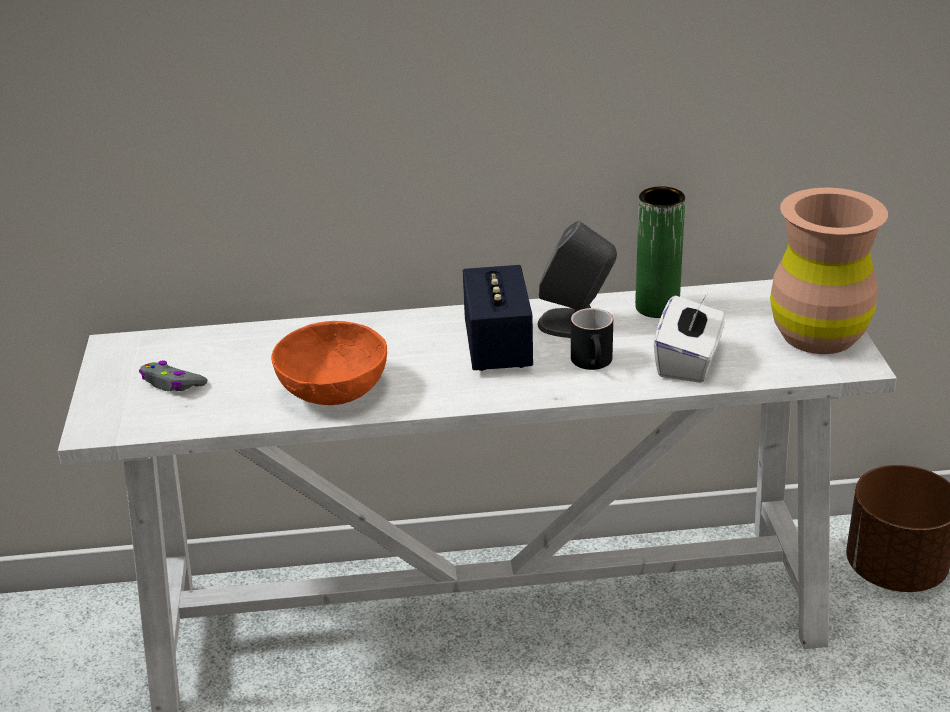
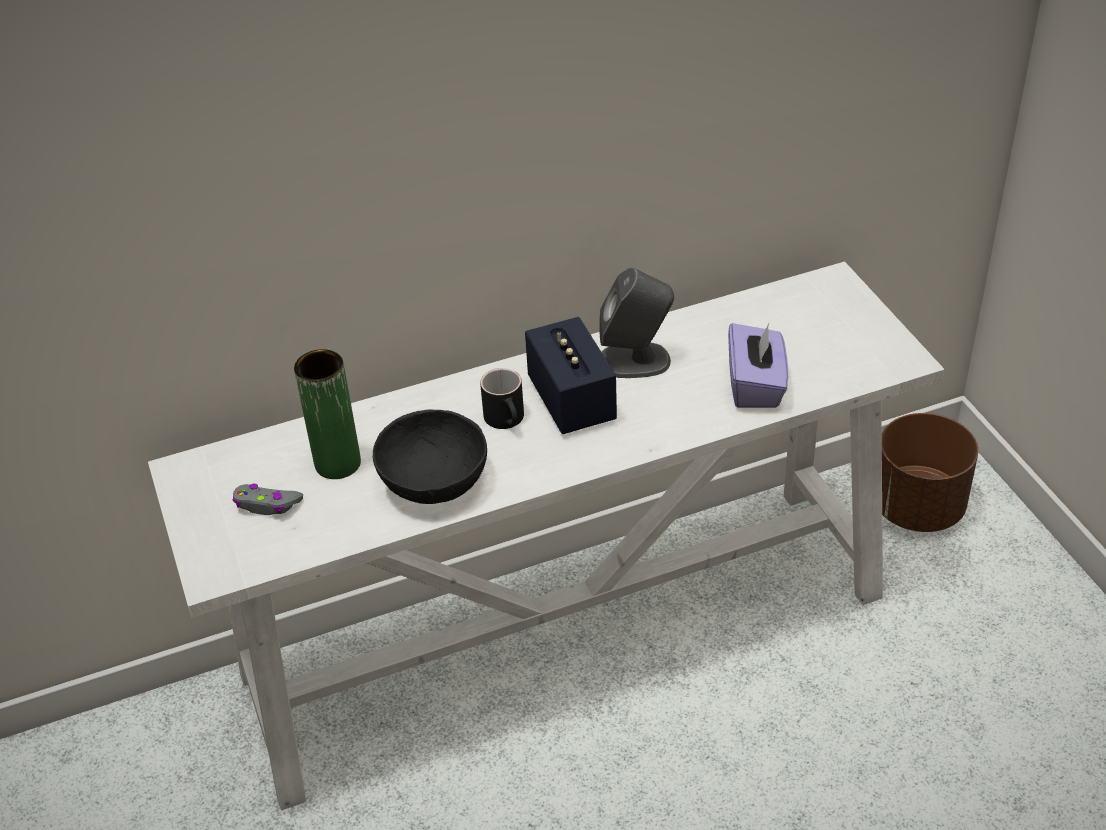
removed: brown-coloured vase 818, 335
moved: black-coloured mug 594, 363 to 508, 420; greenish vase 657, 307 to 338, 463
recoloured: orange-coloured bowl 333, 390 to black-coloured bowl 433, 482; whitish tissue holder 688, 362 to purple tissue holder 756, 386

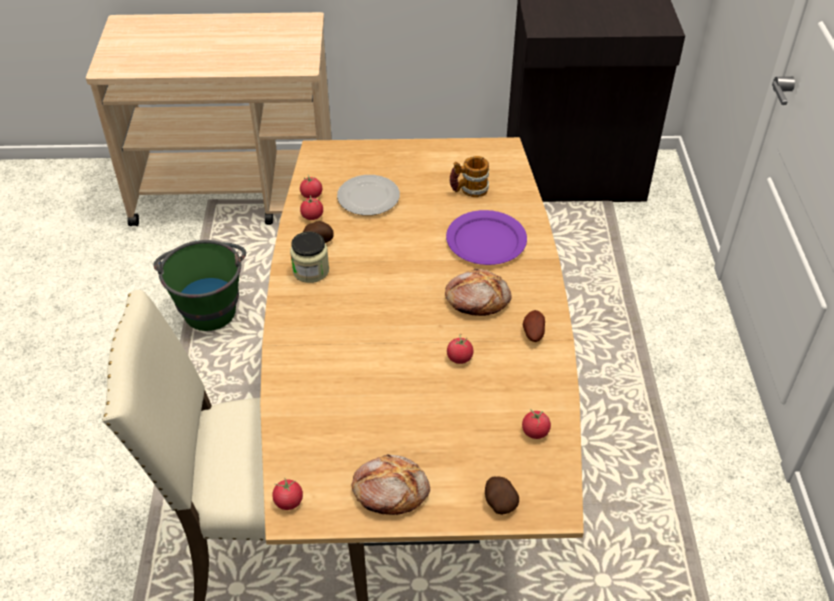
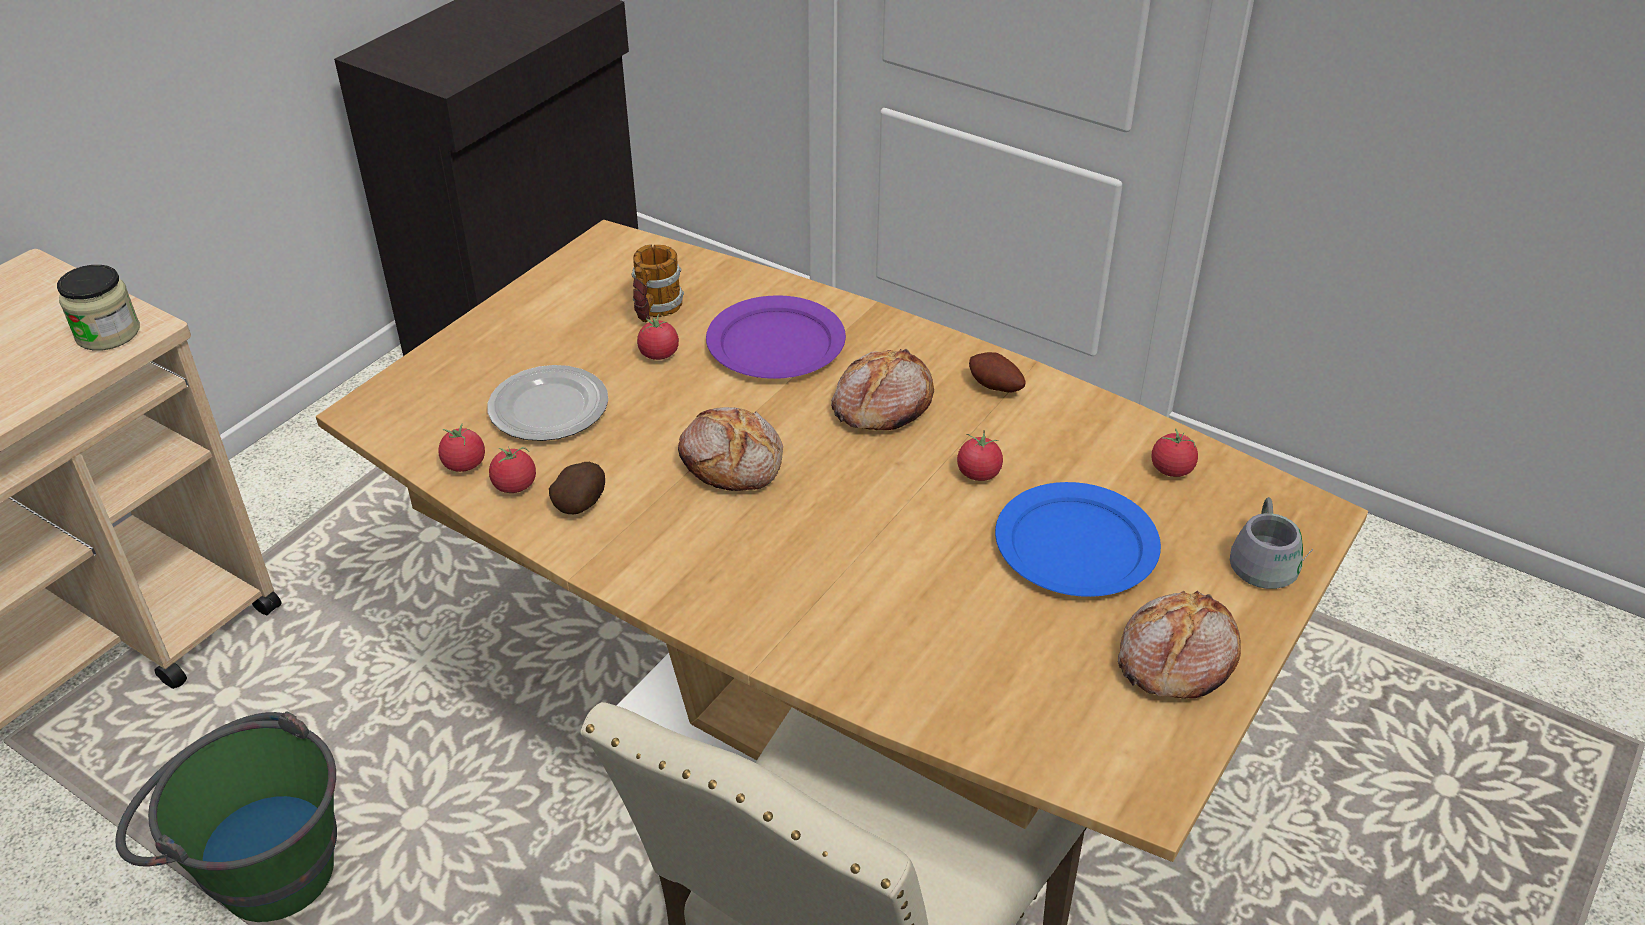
added: bakery bread 733, 461; blue plate 1075, 546
moved: tomato 288, 501 to 659, 354; jar 311, 271 to 108, 333
replaced: whole potato 499, 502 to gray mug 1270, 560

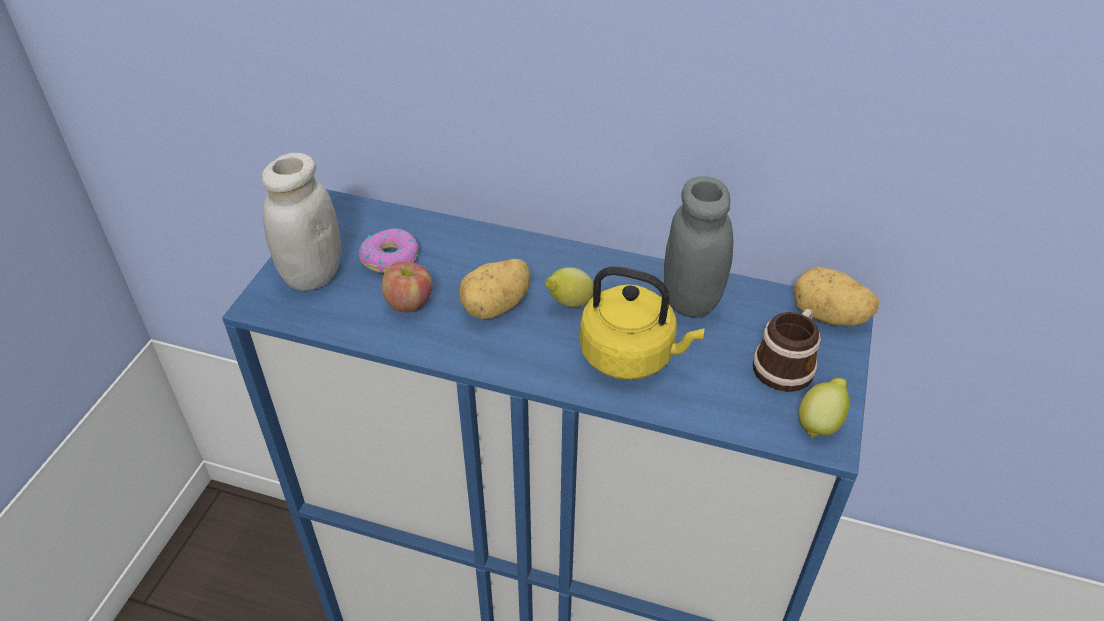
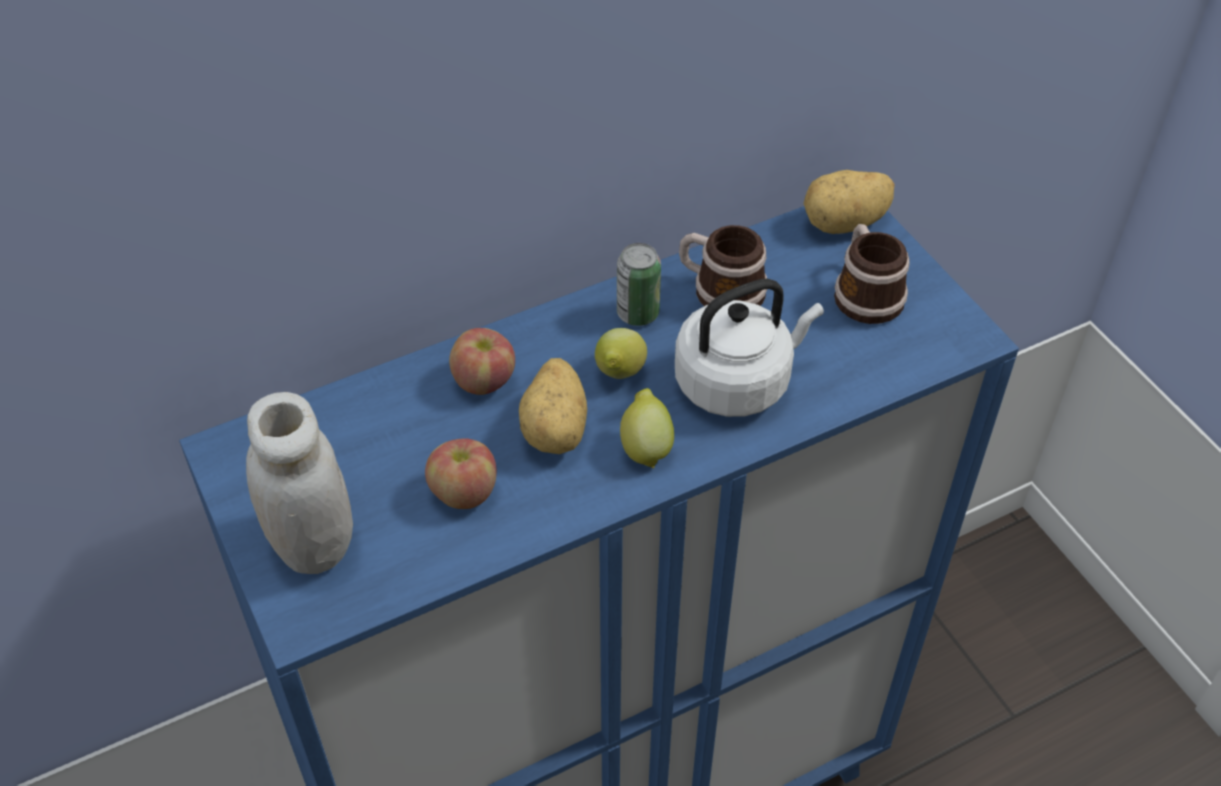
removed: donut 390, 258
added: apple fruit 484, 380; metal can 637, 313
moved: citrus fruit 820, 423 to 646, 447
replaced: gray jar 691, 300 to mug 720, 289
recoloured: yellow-coloured water kettle 631, 356 to whitish water kettle 738, 381

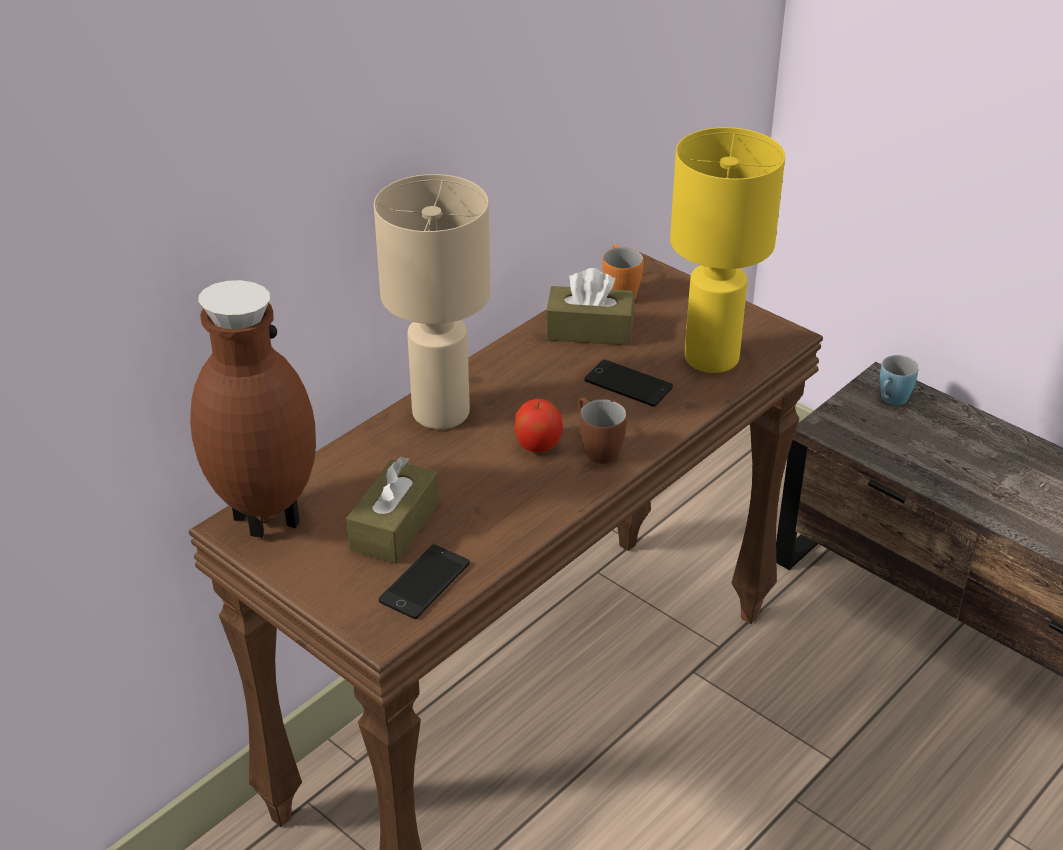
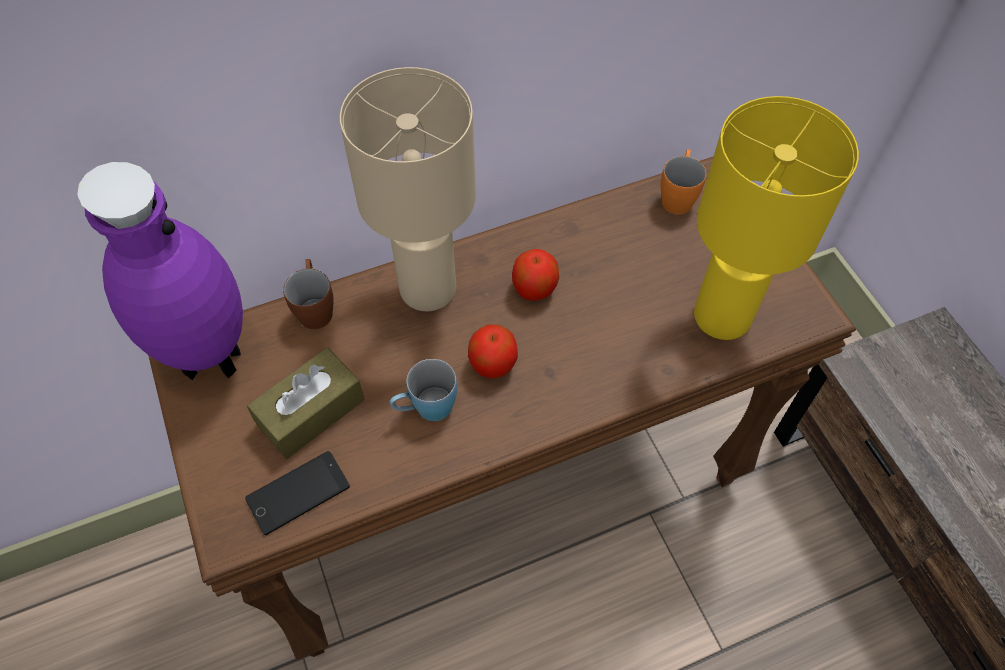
removed: brown-coloured tissue holder 589, 330; handset 628, 384
added: apple fruit 534, 289
moved: brown-coloured mug 596, 448 to 315, 307; blue mug 891, 400 to 426, 409
recoloured: brown-coloured vase 265, 522 to purple vase 208, 360

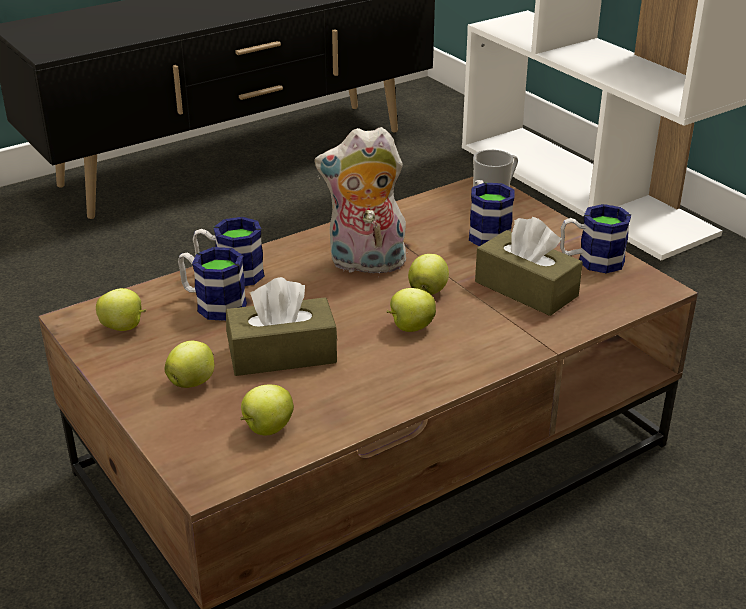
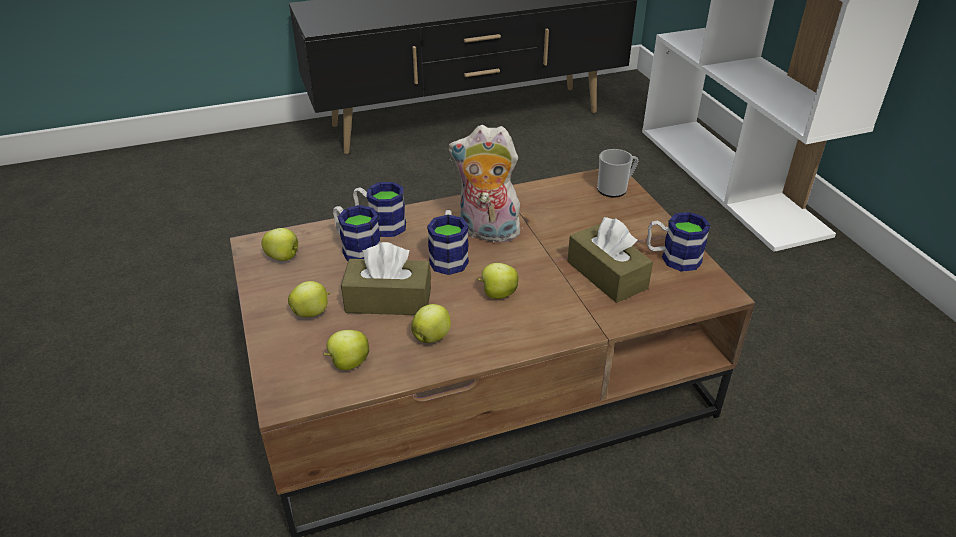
moved: apple fruit 427, 292 to 432, 337; mug 486, 232 to 448, 257

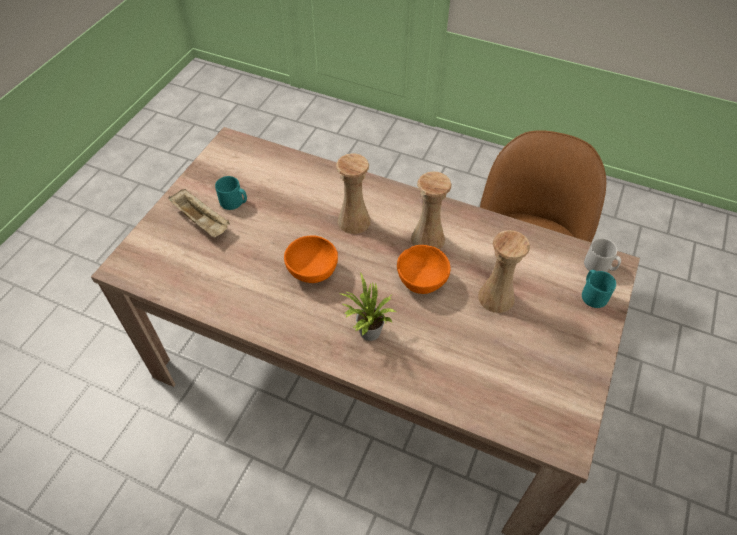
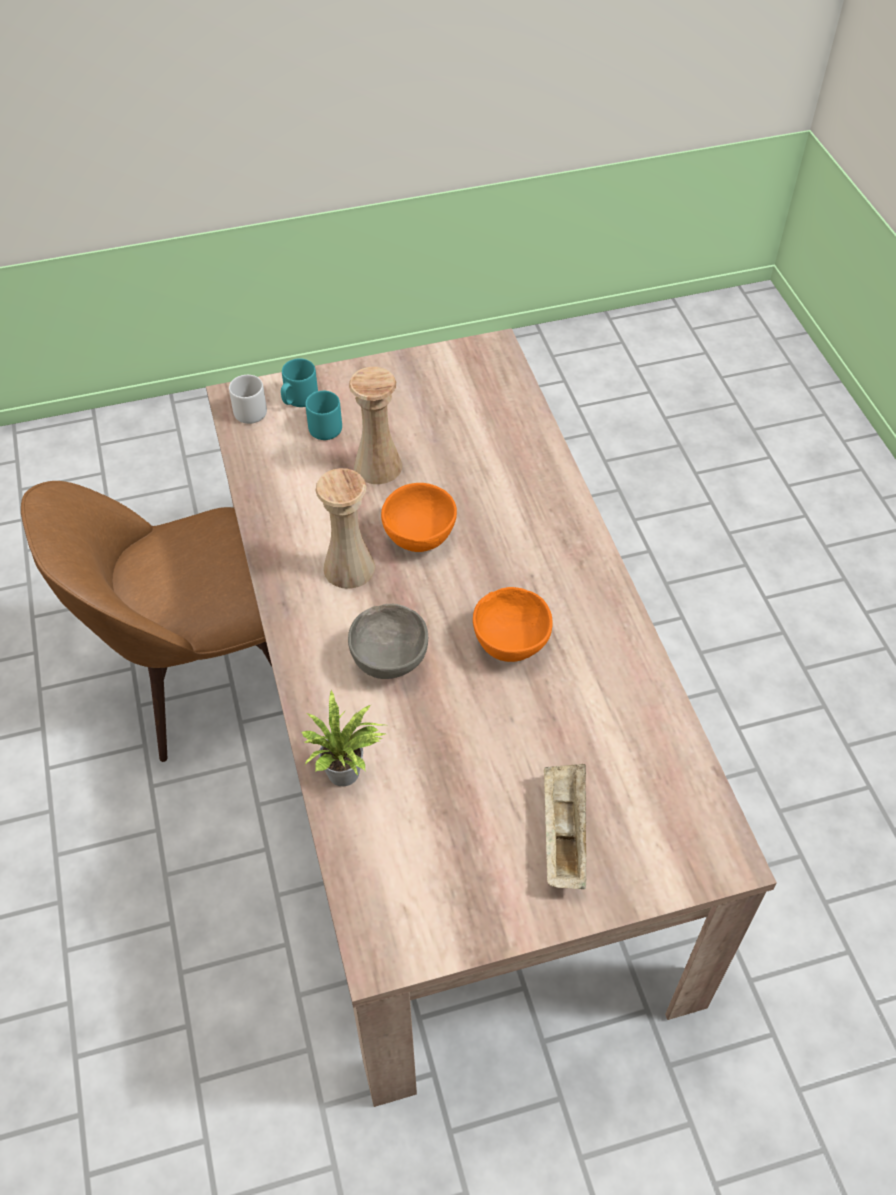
moved: blue-green mug 234, 202 to 324, 425; potted plant 367, 333 to 347, 774
replaced: beige-coloured vase 354, 221 to gray bowl 390, 659

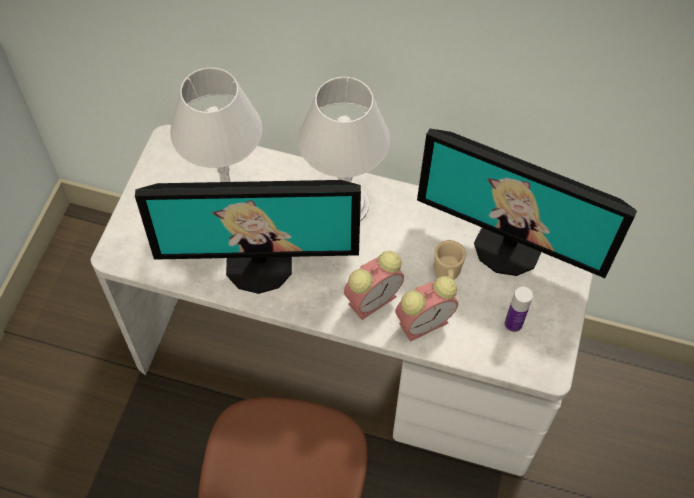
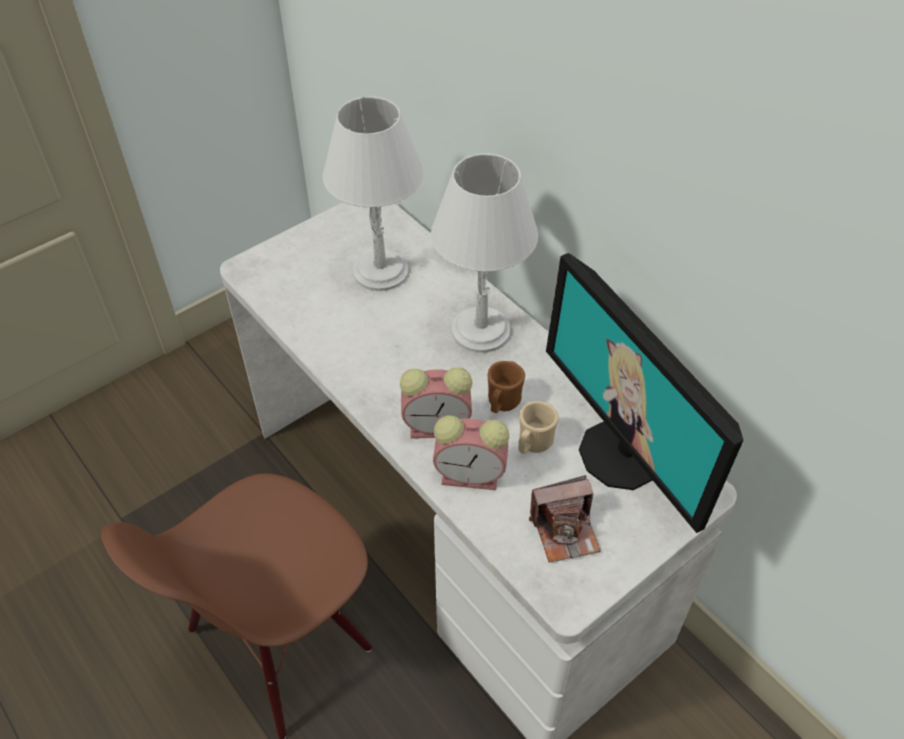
removed: computer display 259, 264
added: brown-coloured mug 502, 404
replaced: drink bottle 513, 324 to still camera 565, 531

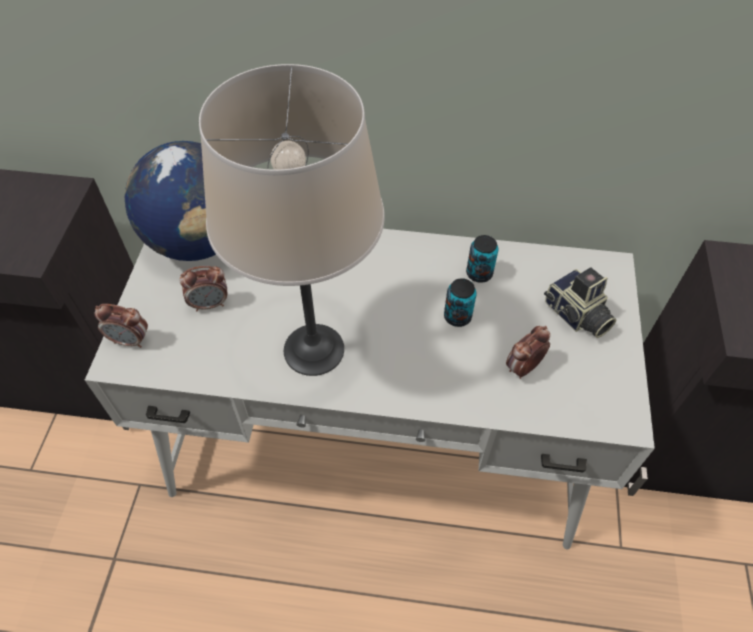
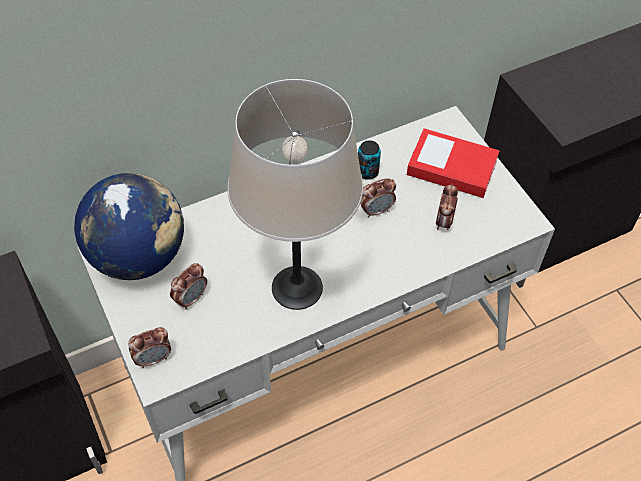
replaced: metal can 457, 317 to table clock 376, 210; still camera 576, 316 to bound book 451, 169

